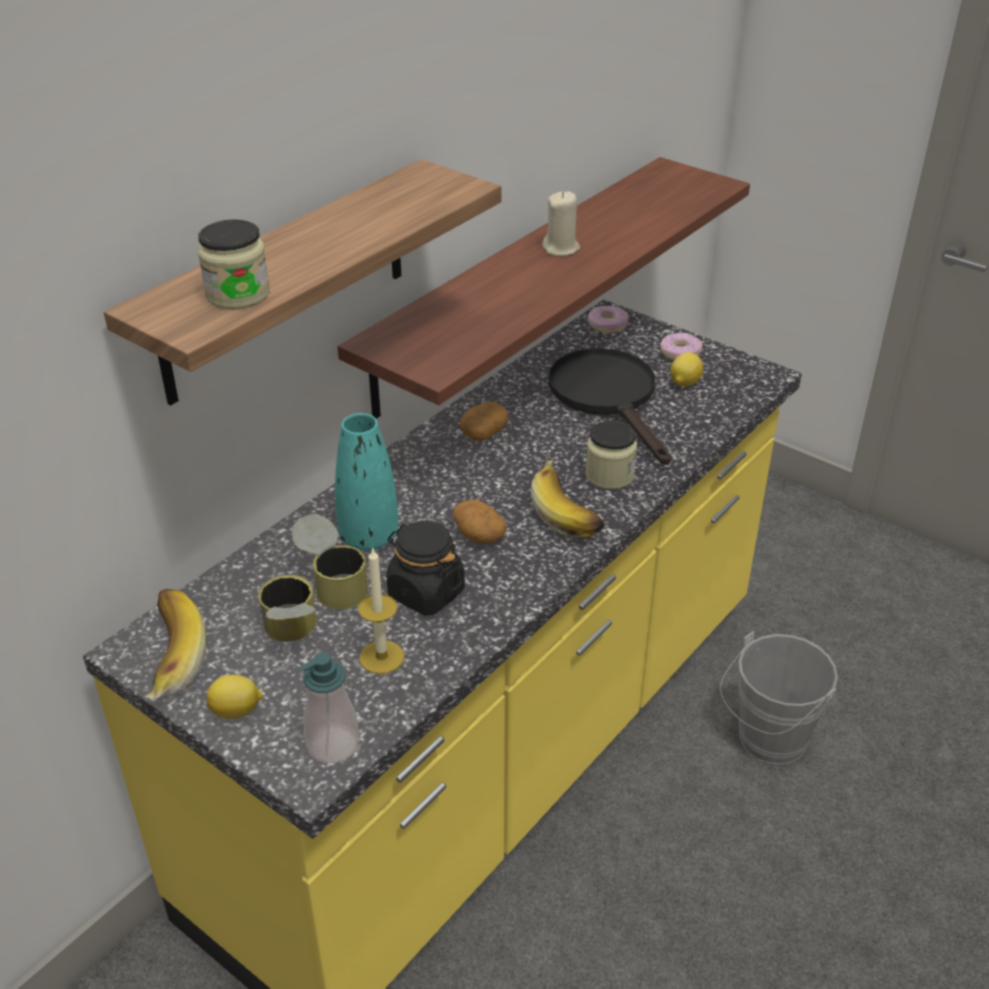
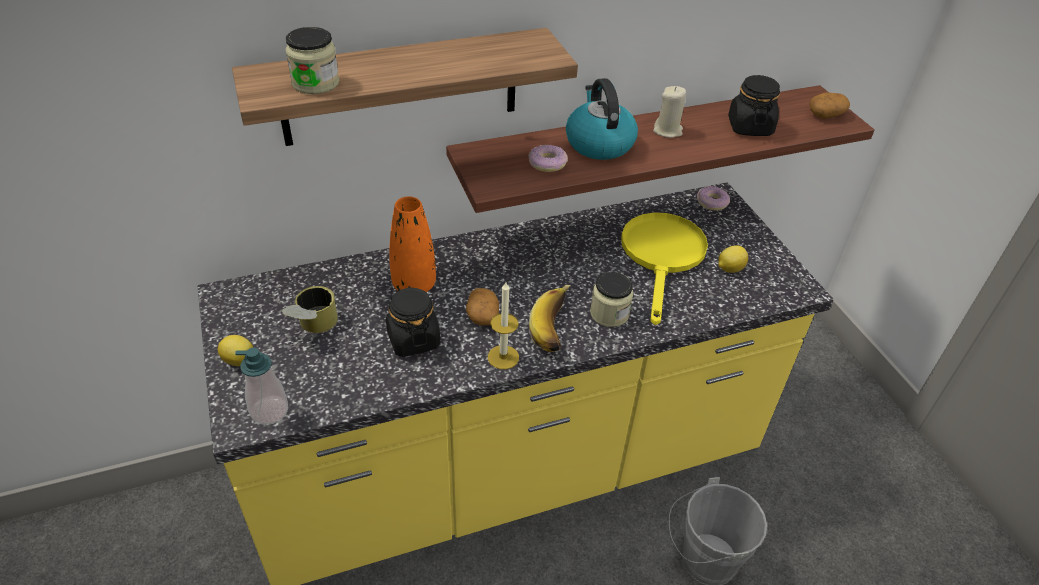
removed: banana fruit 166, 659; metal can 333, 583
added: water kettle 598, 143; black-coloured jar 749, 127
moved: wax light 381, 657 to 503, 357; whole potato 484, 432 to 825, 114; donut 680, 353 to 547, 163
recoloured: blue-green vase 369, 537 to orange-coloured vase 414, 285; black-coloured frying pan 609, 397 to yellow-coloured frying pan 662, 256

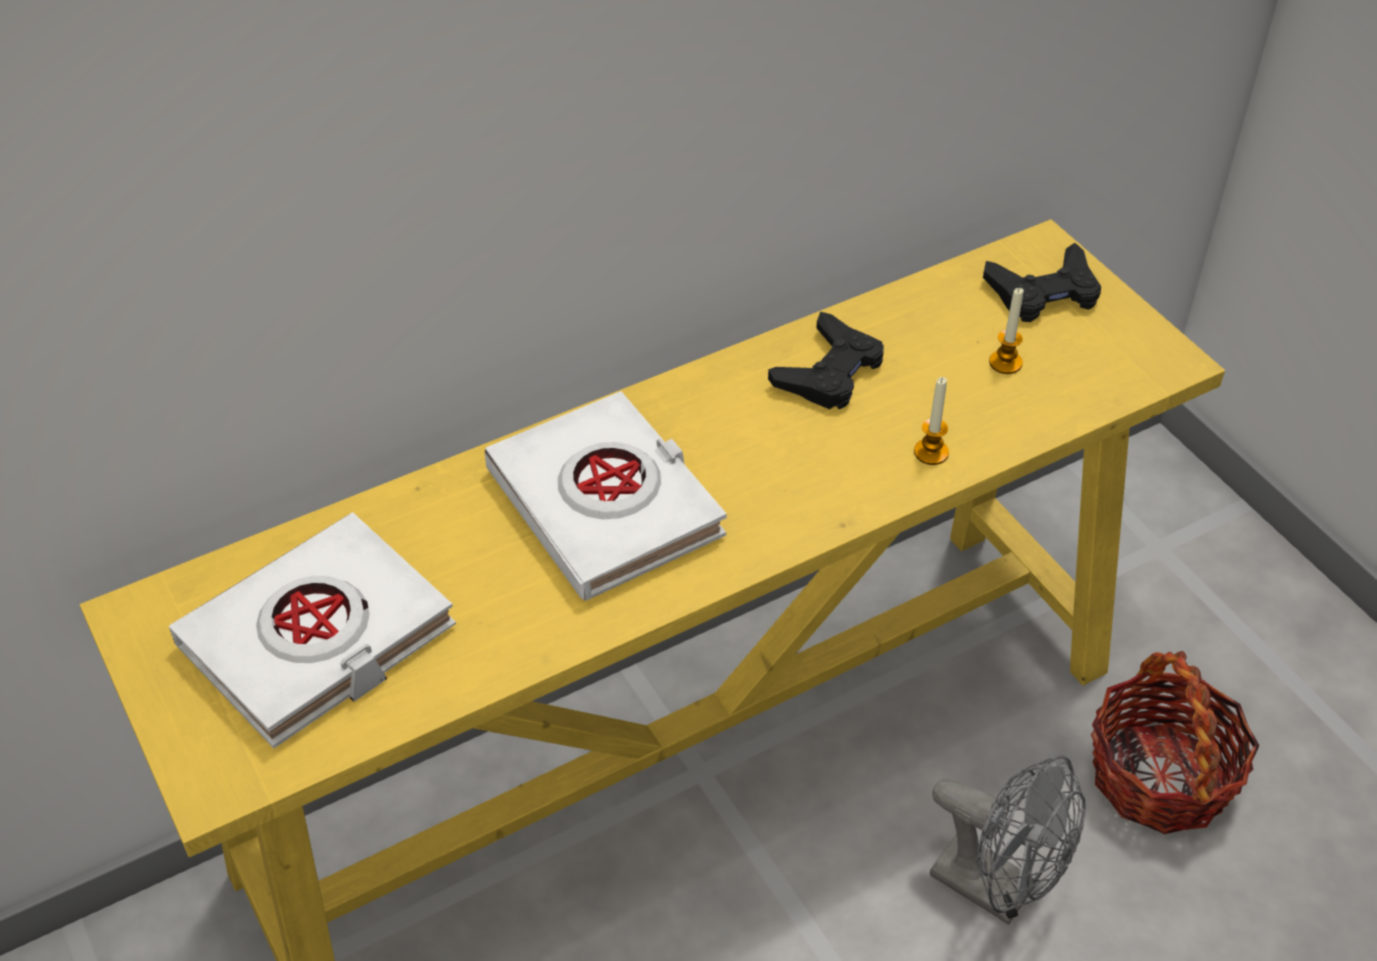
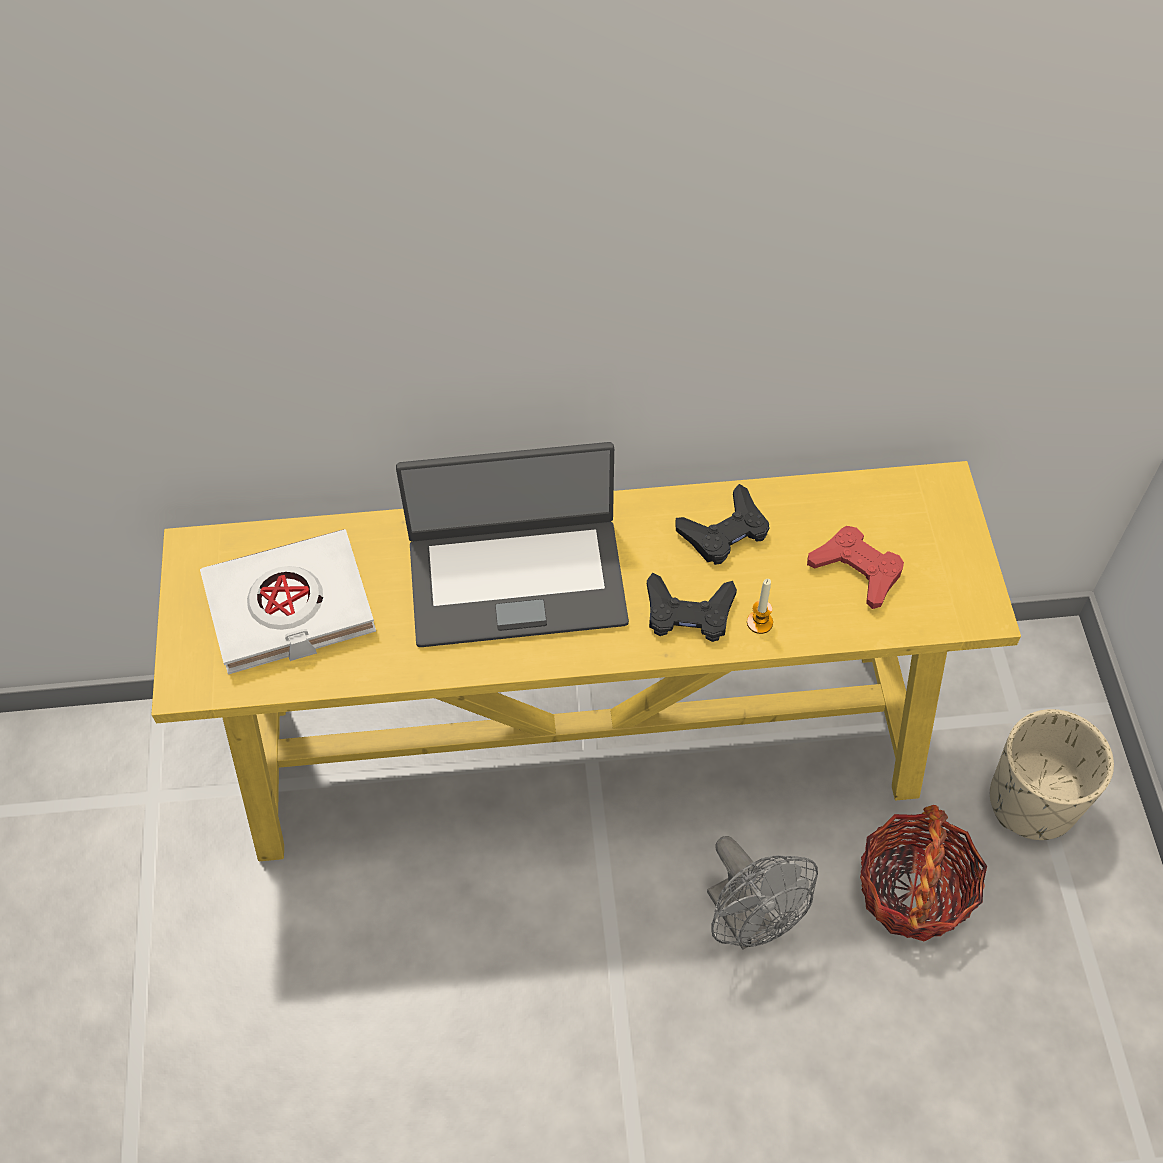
added: beige-coloured plant pot 1032, 801
moved: black-coloured gamepad 1044, 292 to 688, 613
replaced: whitish bound book 606, 504 to portable computer 516, 579; wax light 1005, 363 to reddish gamepad 857, 570

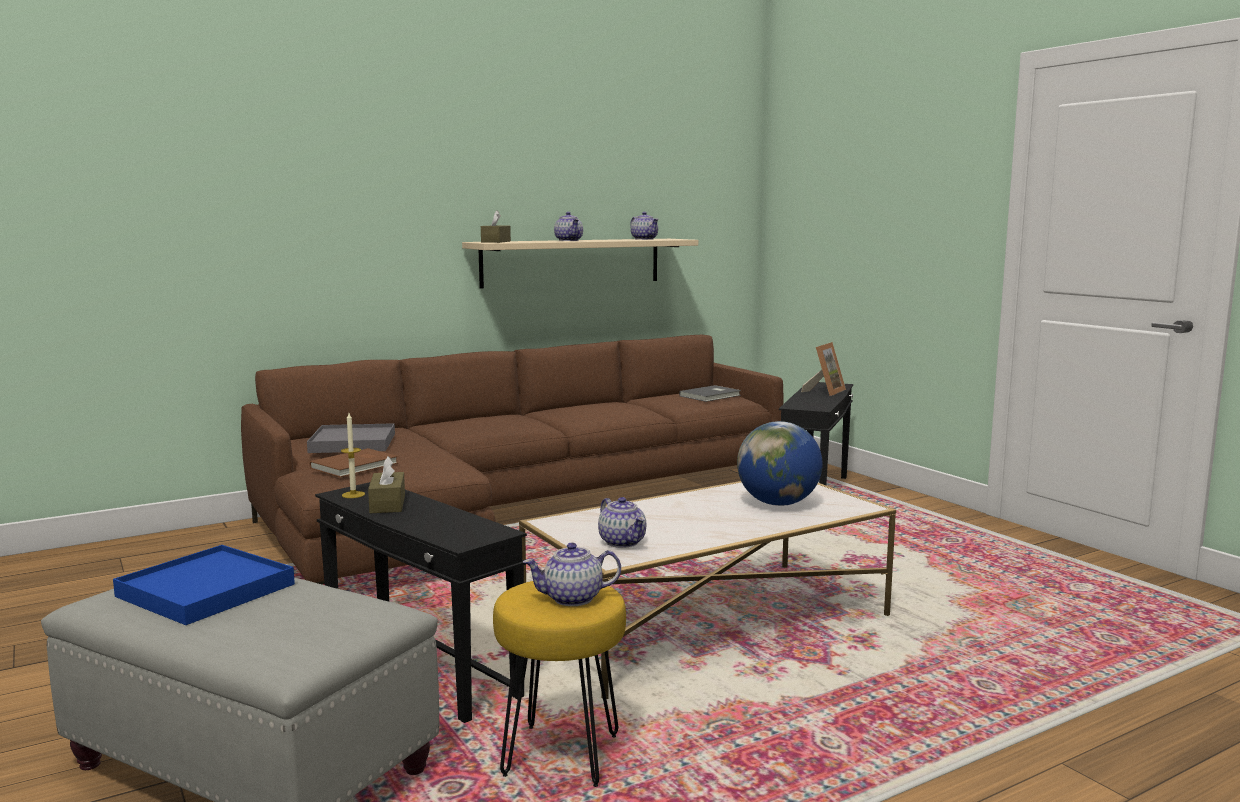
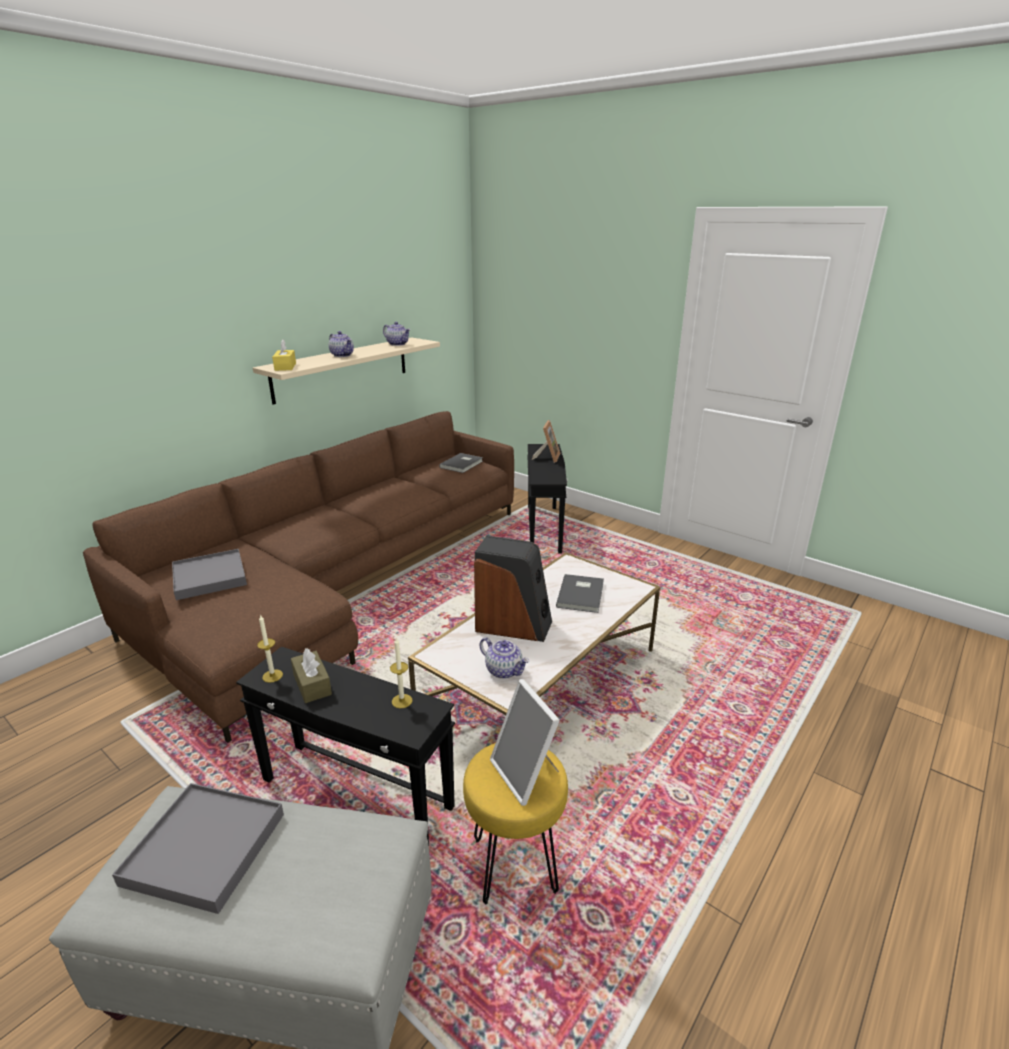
removed: brown-coloured bound book 356, 465
added: wax light 402, 701; speaker 513, 625
replaced: pot for tea 572, 599 to picture frame 526, 774; globe 778, 503 to gray bound book 582, 594
recoloured: blue carrying tray 206, 590 to gray carrying tray 205, 848; brown-coloured tissue holder 496, 242 to yellow-coloured tissue holder 285, 367

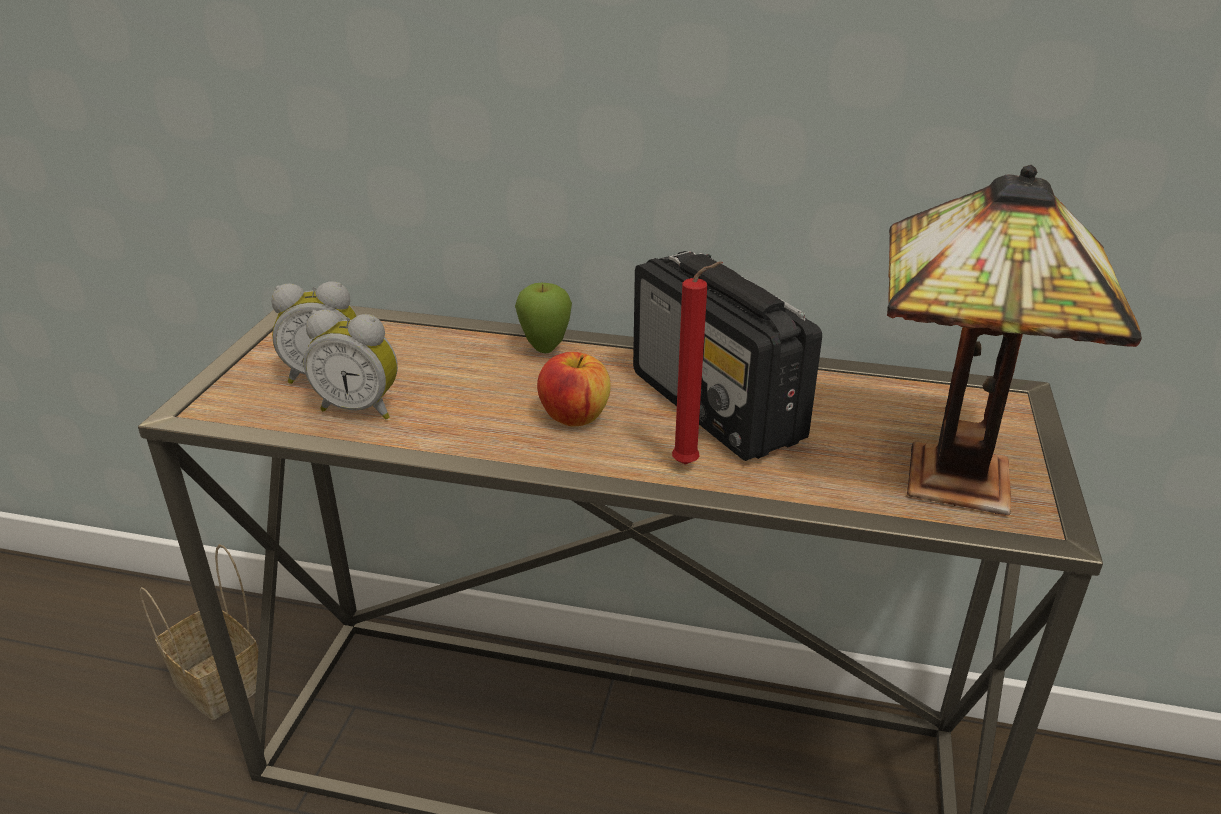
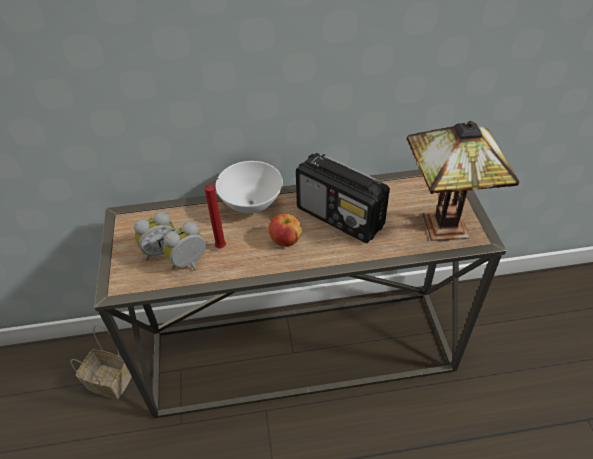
moved: reddish wax light 689, 465 to 223, 247
replaced: apple fruit 545, 349 to whitish bowl 251, 205
turned: table clock 360, 408 = 190, 264 150 degrees clockwise

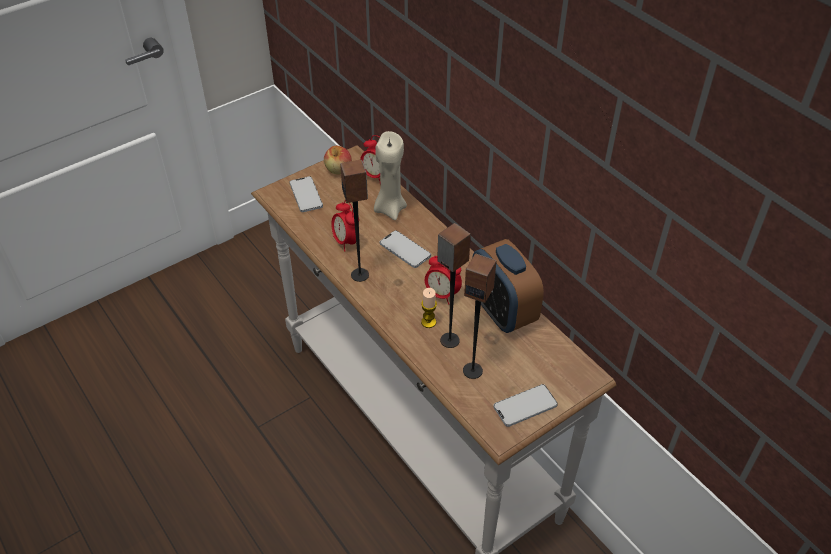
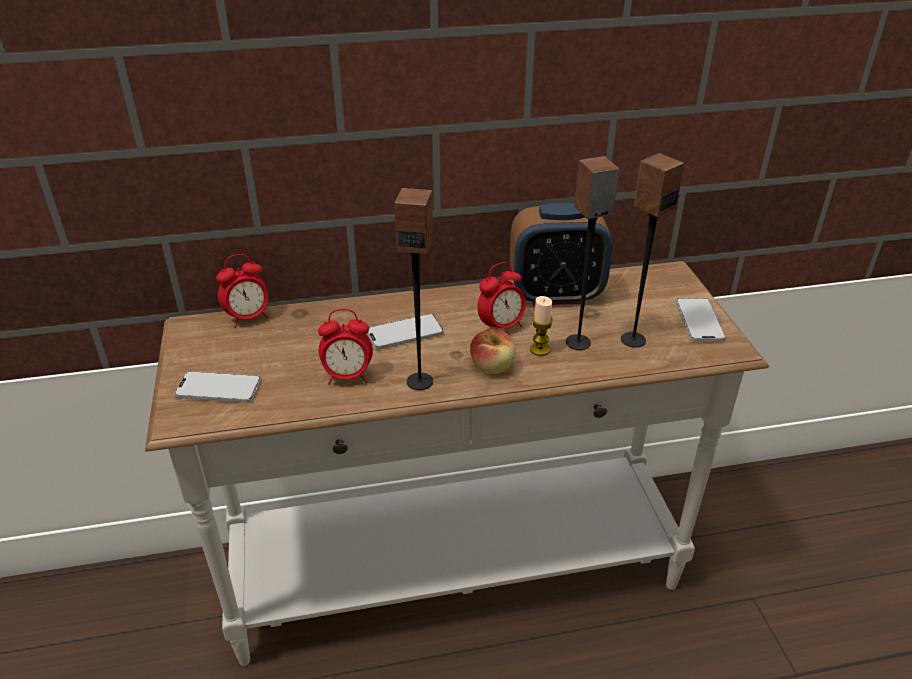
removed: beige-coloured wax light 390, 209
moved: apple fruit 338, 170 to 492, 366

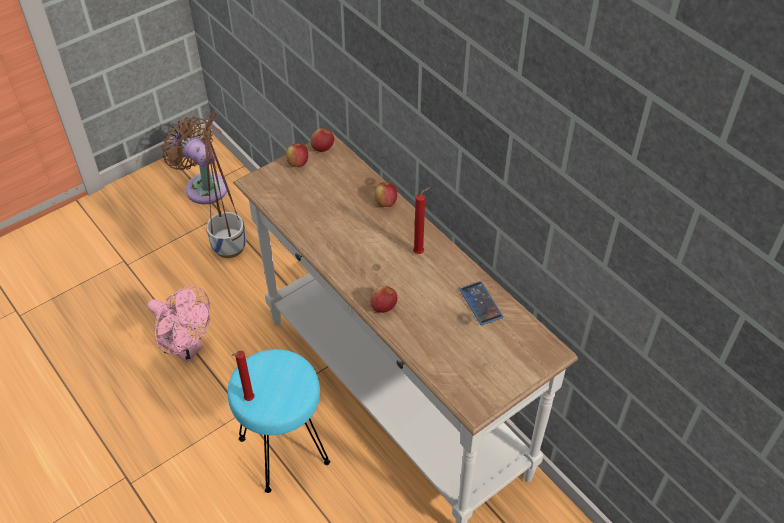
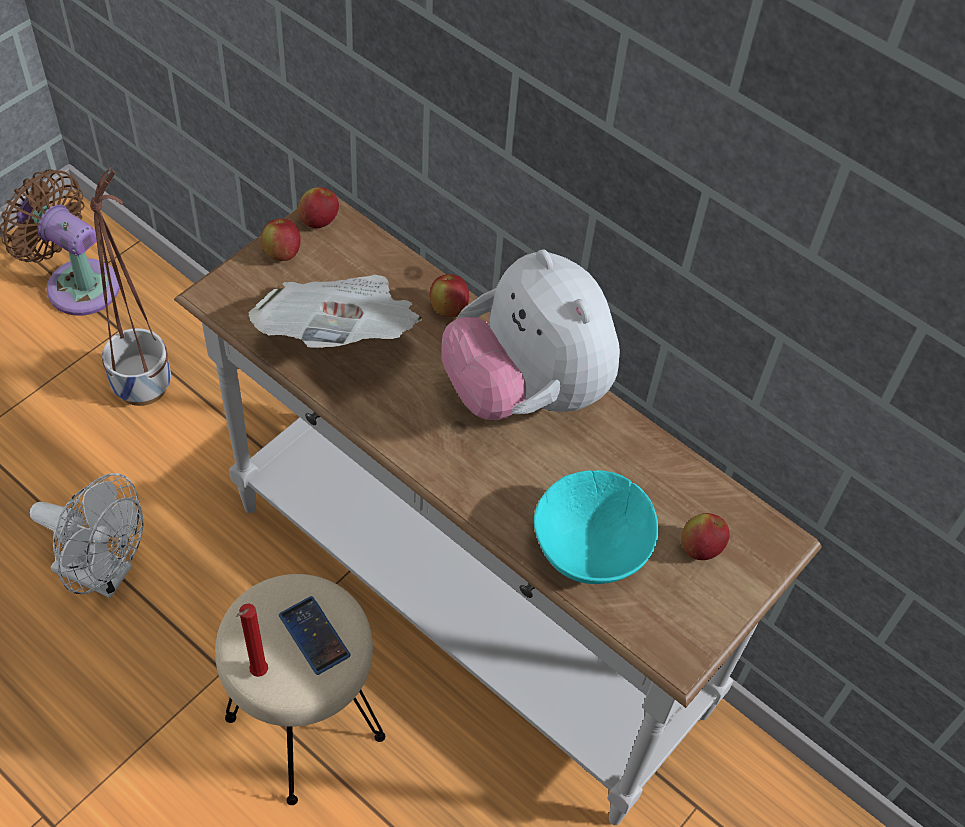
added: newspaper 341, 337; blue-green bowl 592, 546
moved: apple fruit 383, 307 to 700, 548; handset 481, 303 to 314, 635
replaced: reddish wax light 420, 252 to soft toy 526, 392
recoloured: pink-coloured fan 186, 348 to whitish fan 104, 573; blue-green stool 284, 449 to beige-coloured stool 305, 725

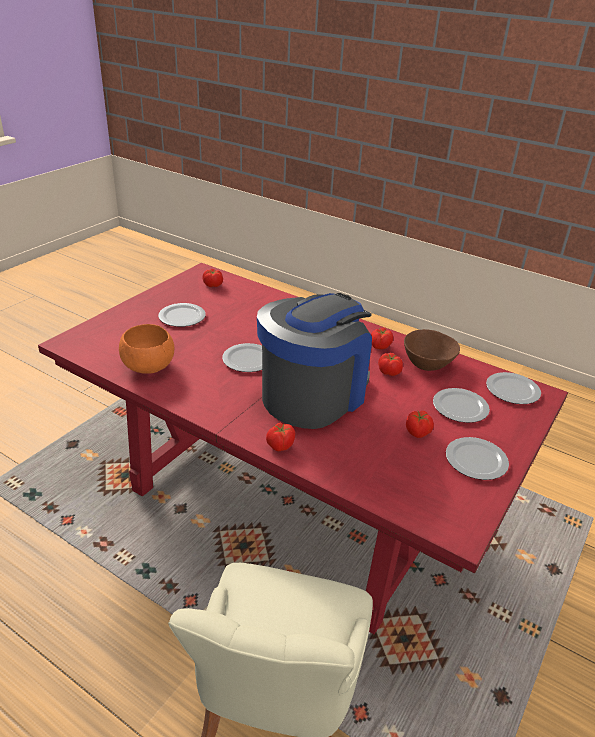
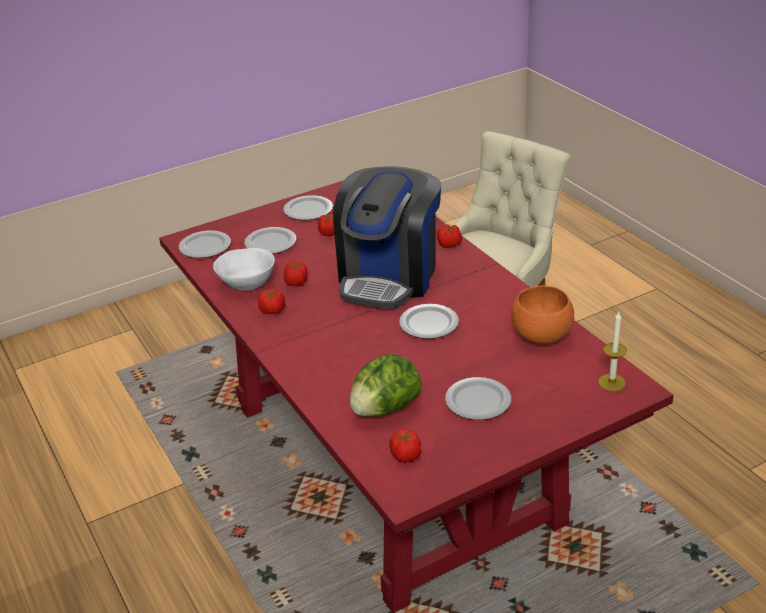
added: lettuce 385, 409; wax light 611, 382
recoloured: brown-coloured bowl 427, 364 to whitish bowl 248, 283
turned: coffee maker 313, 395 = 389, 276 45 degrees counterclockwise

